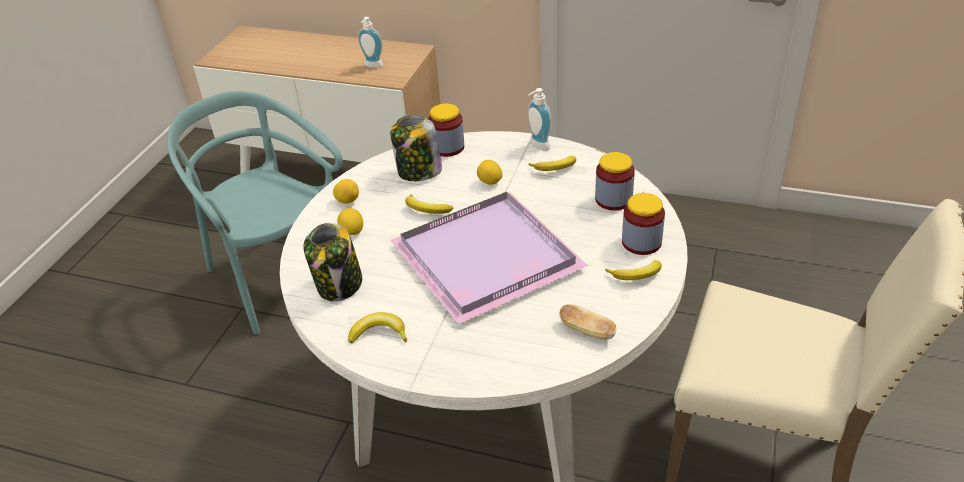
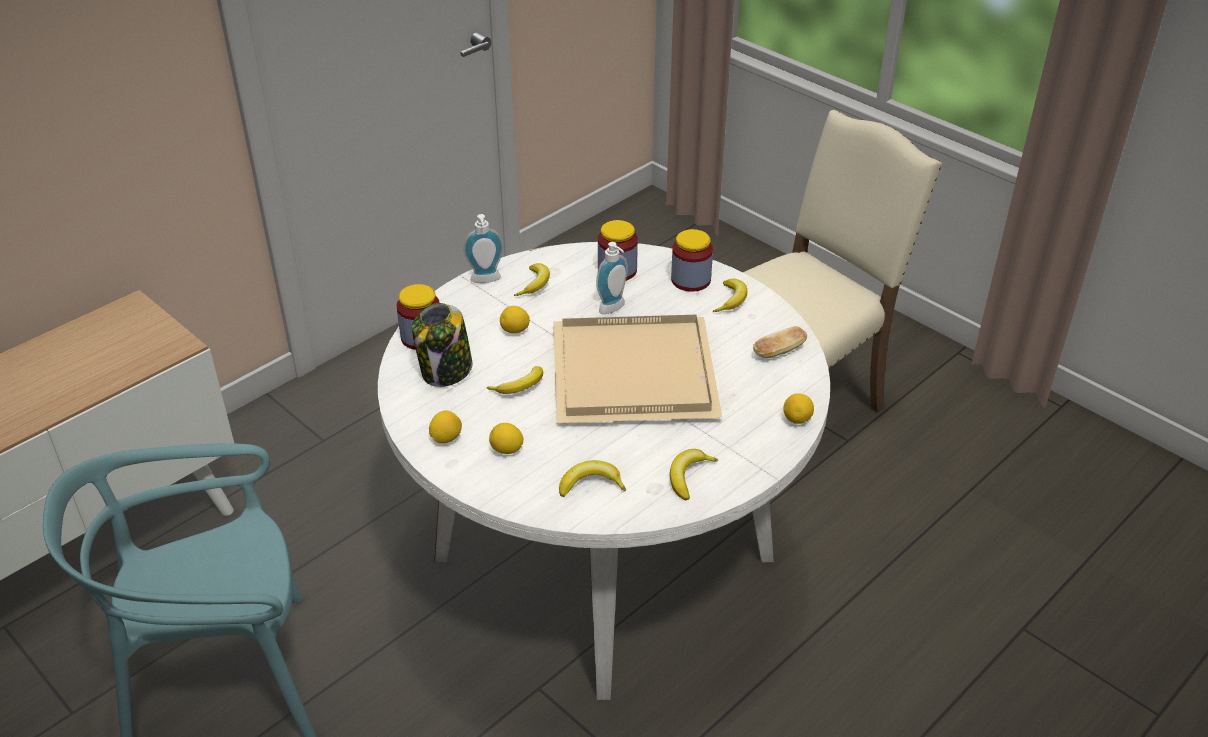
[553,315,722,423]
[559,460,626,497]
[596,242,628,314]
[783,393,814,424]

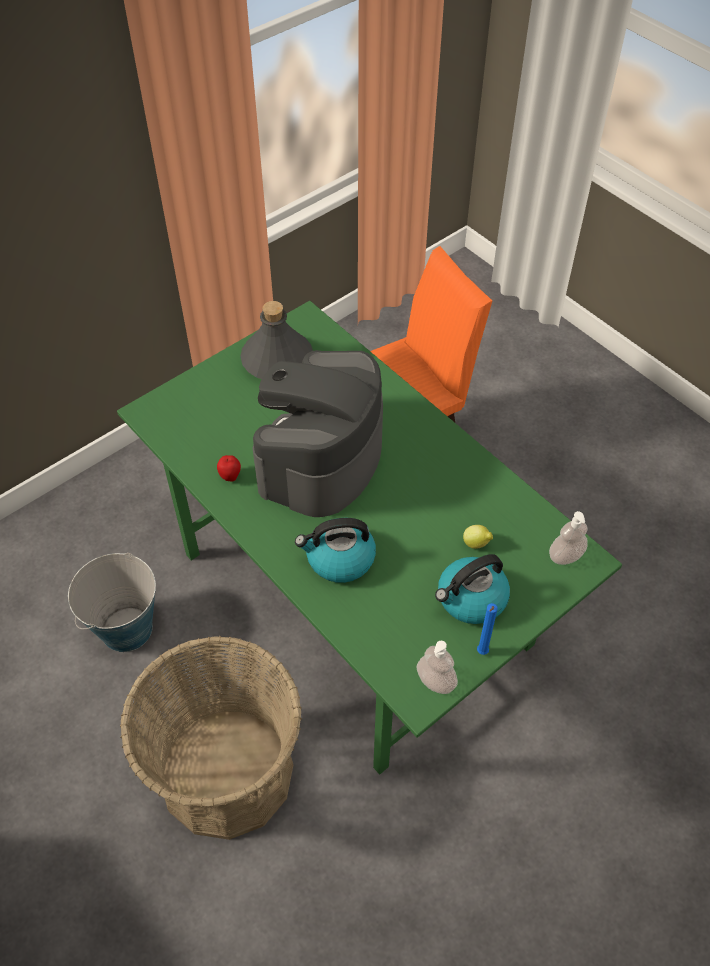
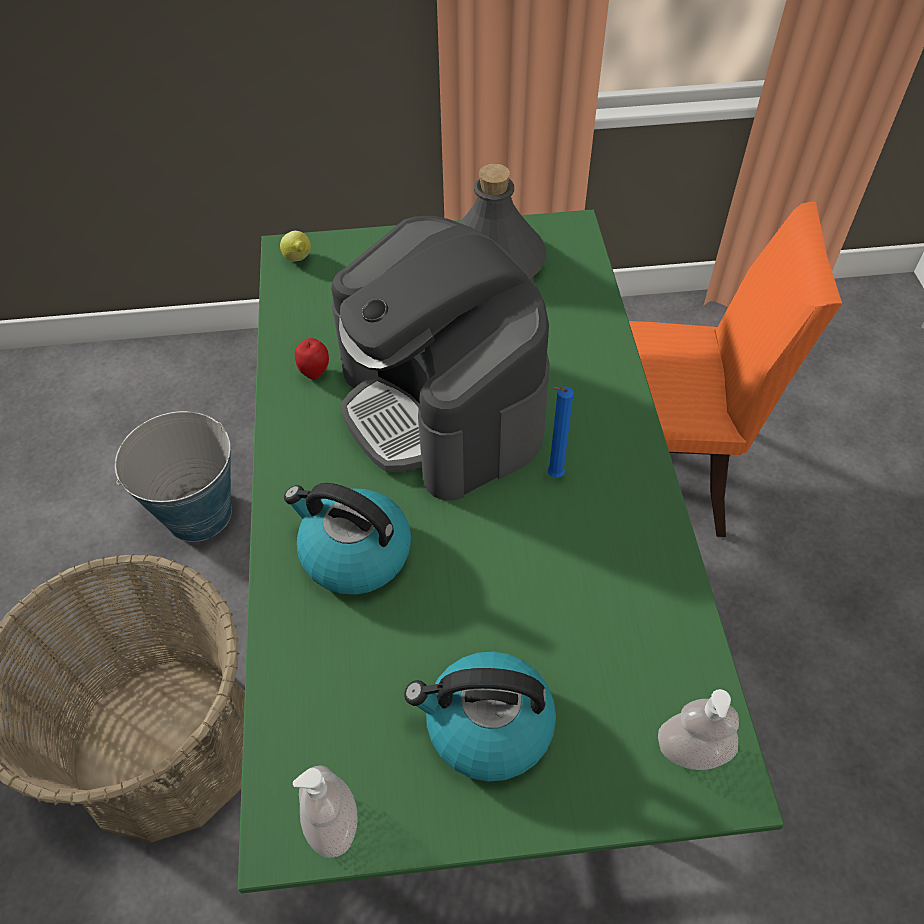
[280,231,311,262]
[331,216,550,501]
[547,386,574,478]

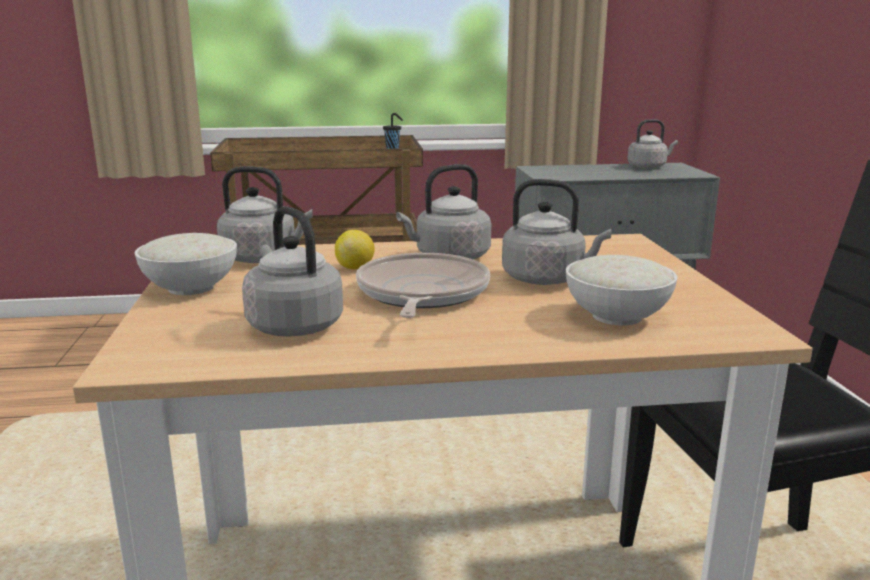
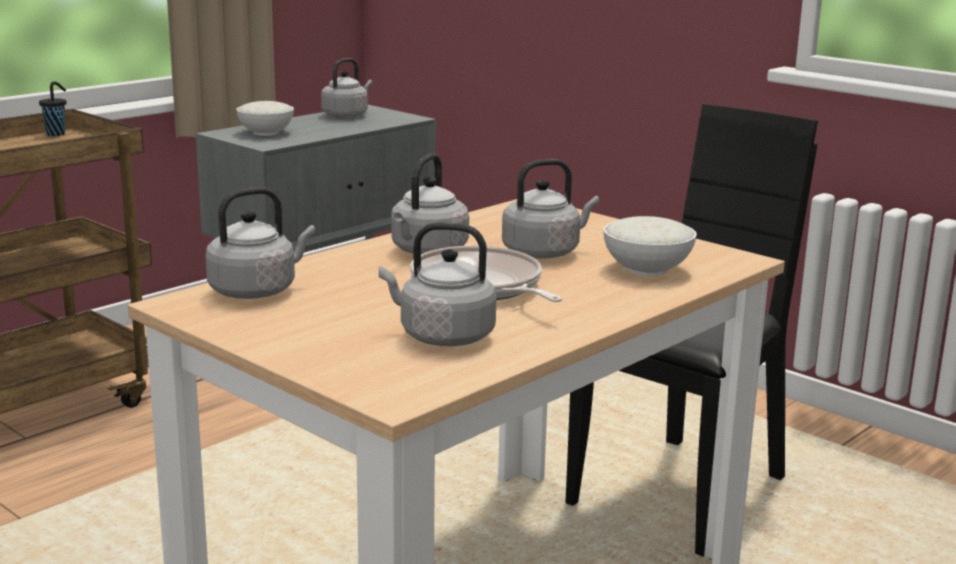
[236,101,294,136]
[335,230,375,269] (first image)

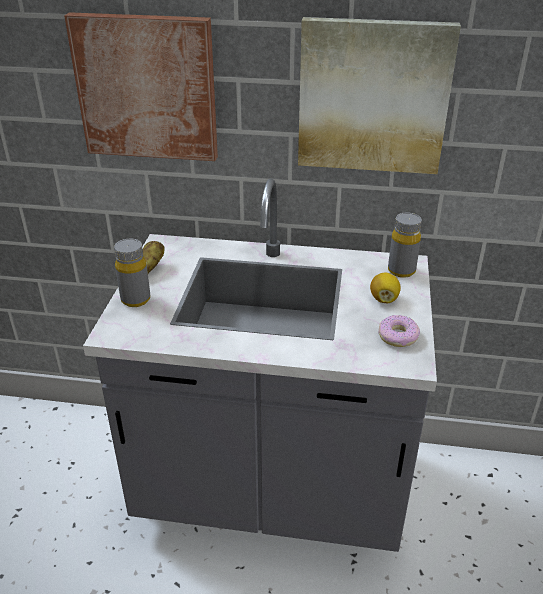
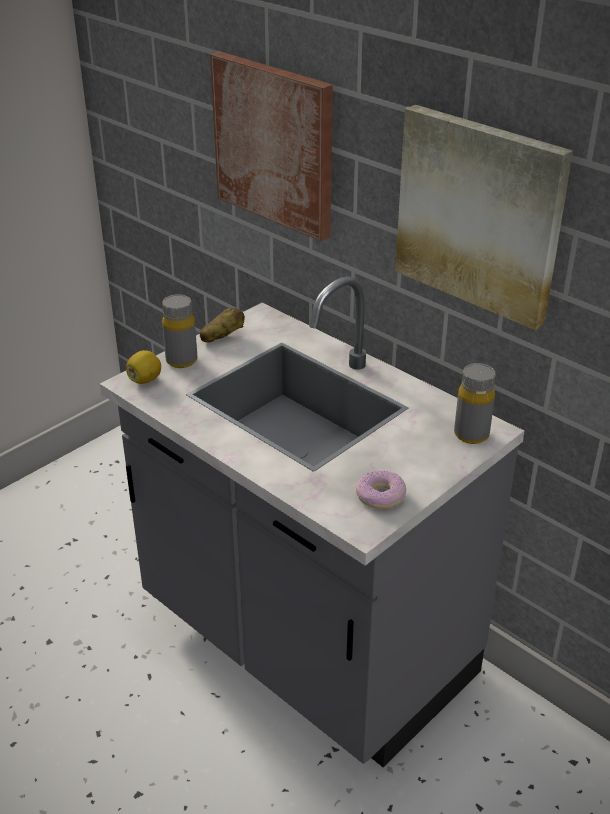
[126,350,161,384]

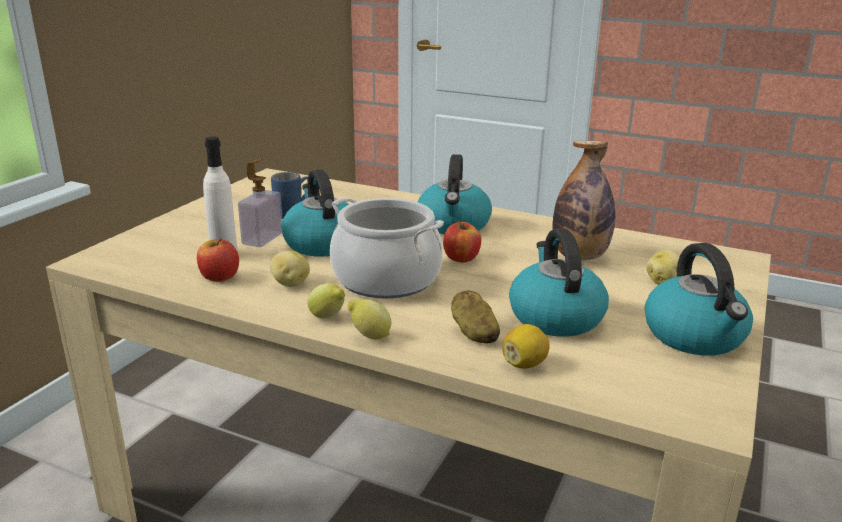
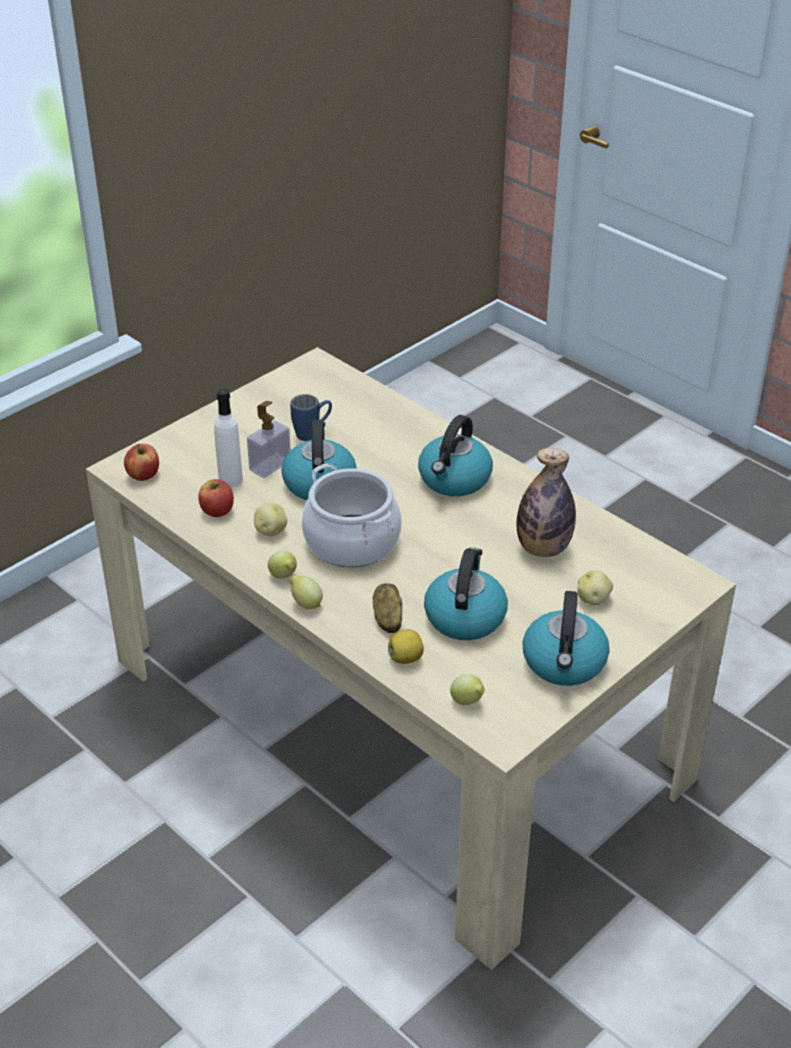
[124,444,159,481]
[450,674,485,705]

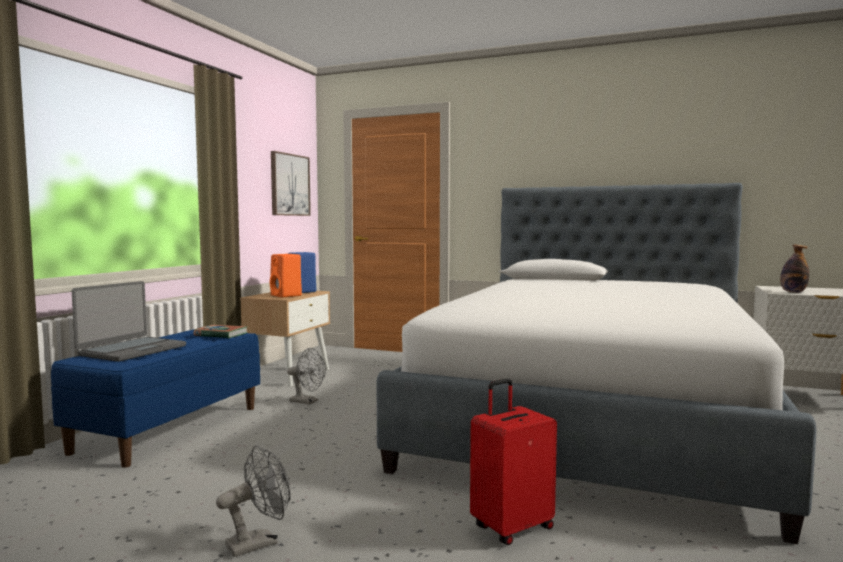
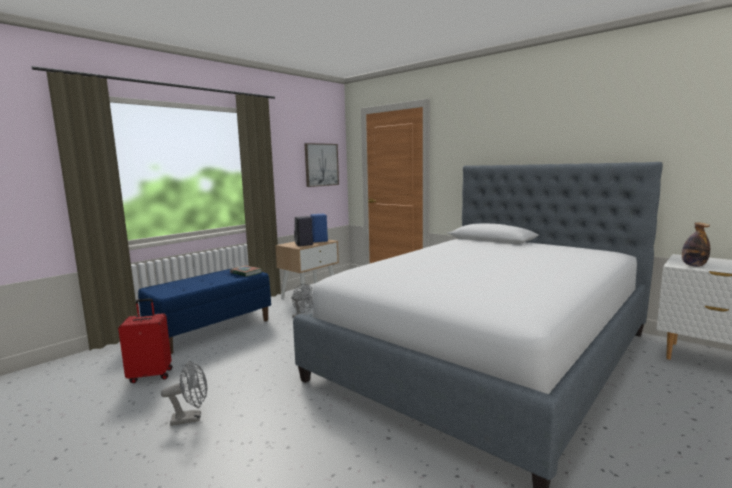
[118,298,172,383]
[294,216,313,246]
[72,281,186,362] (first image)

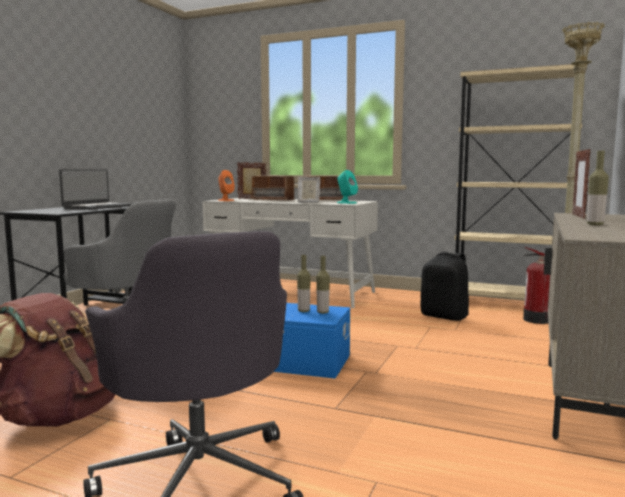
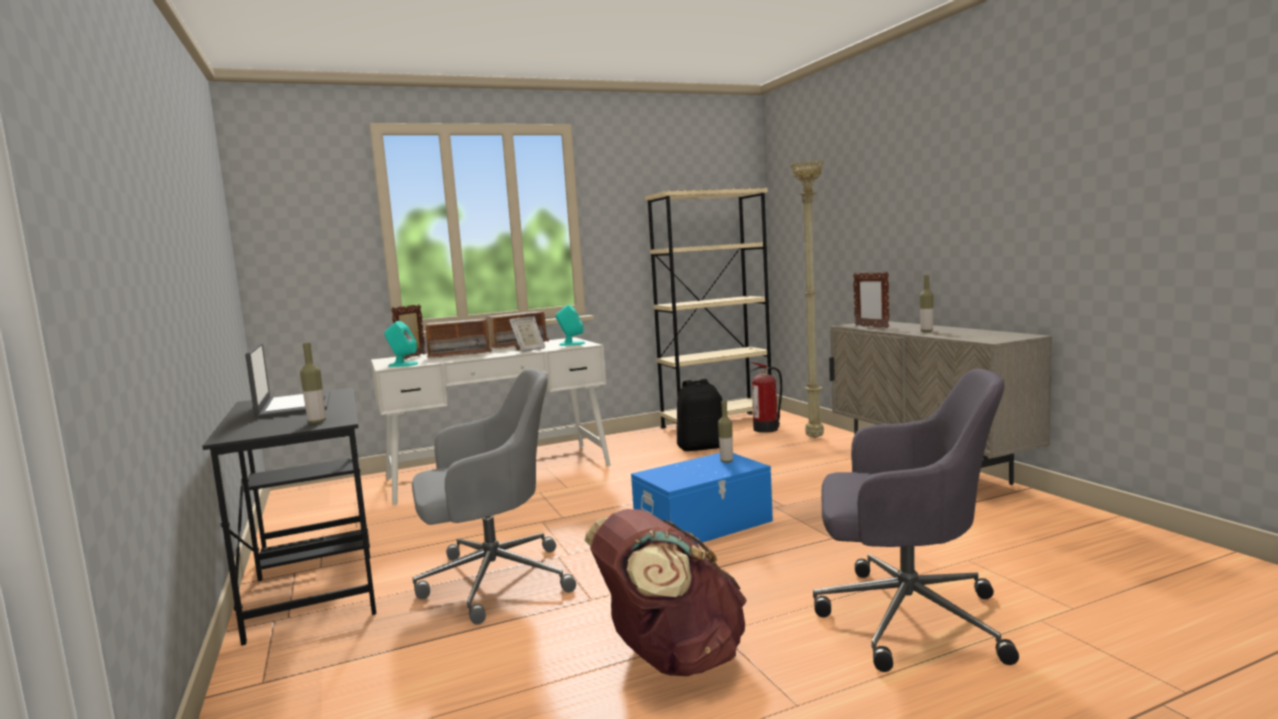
[300,343,326,424]
[384,321,418,367]

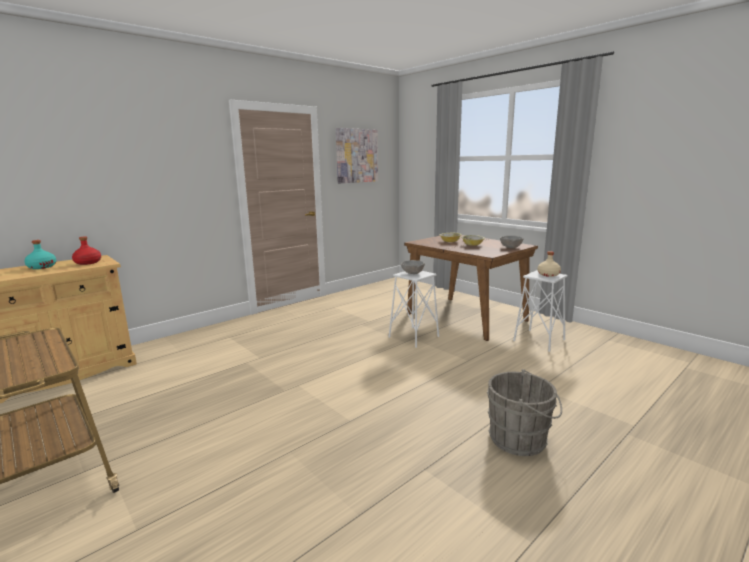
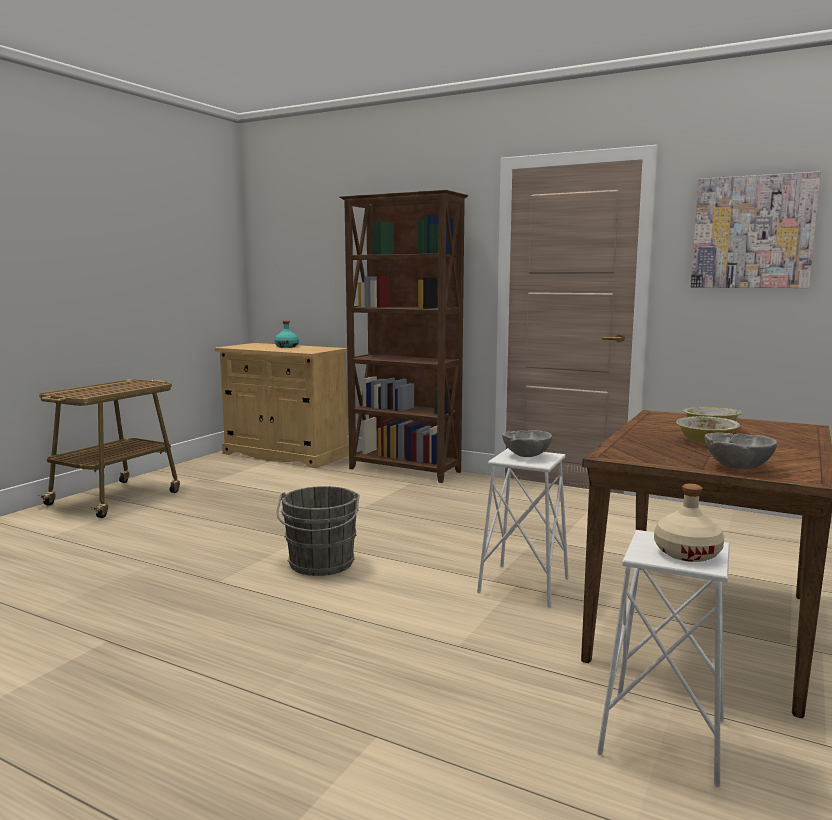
[276,486,359,576]
[339,190,468,483]
[72,236,101,265] (first image)

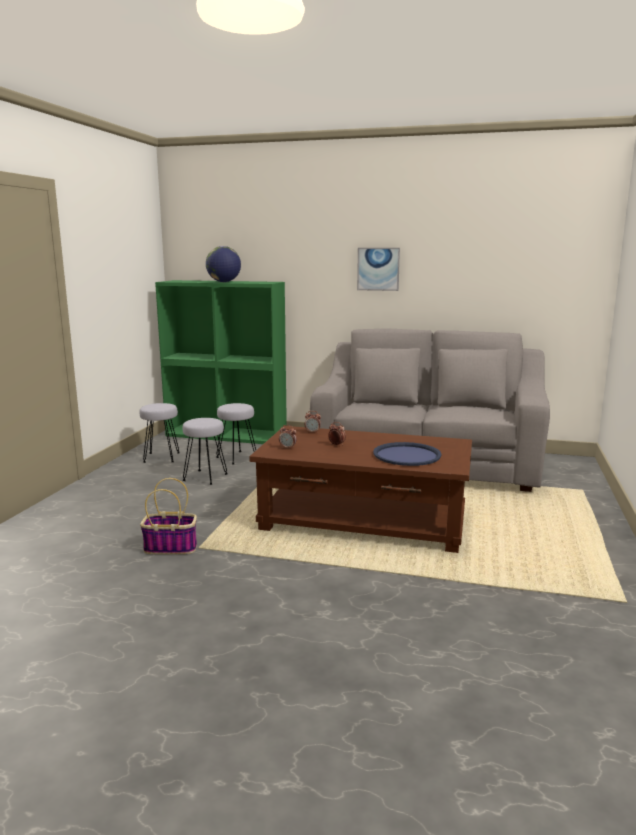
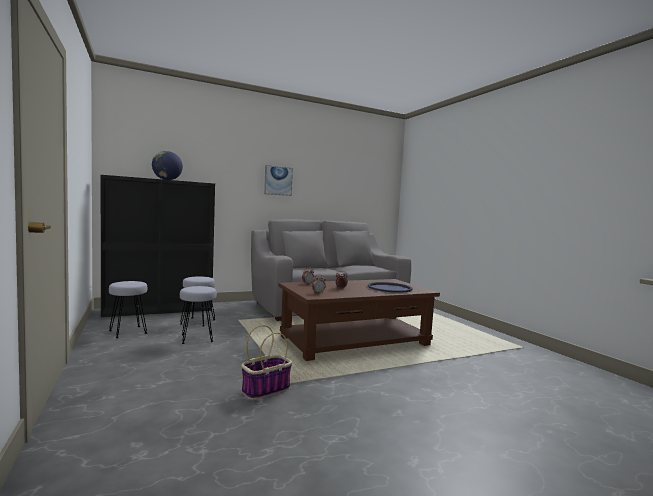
[101,175,215,317]

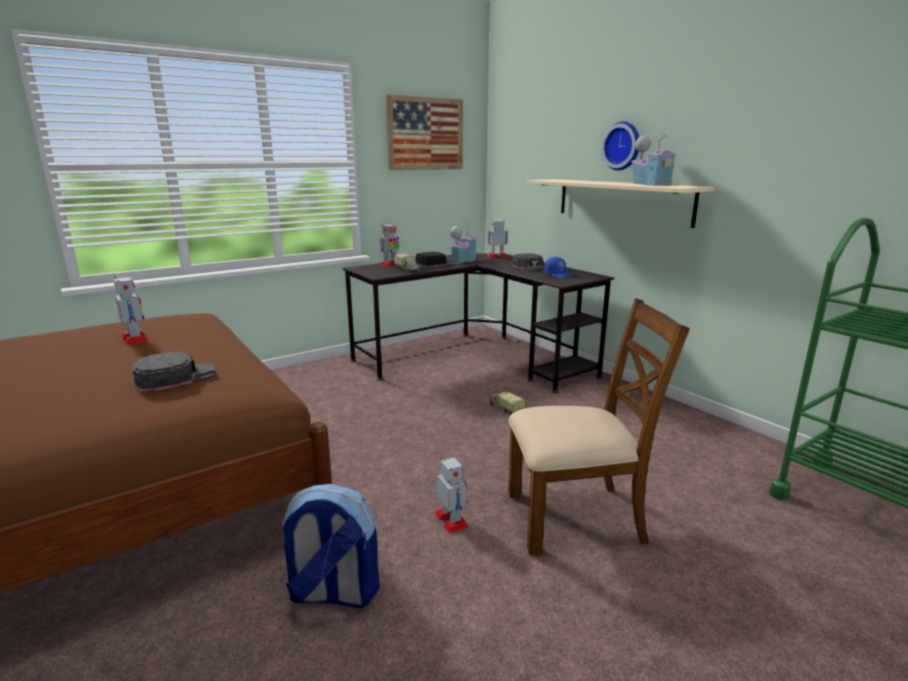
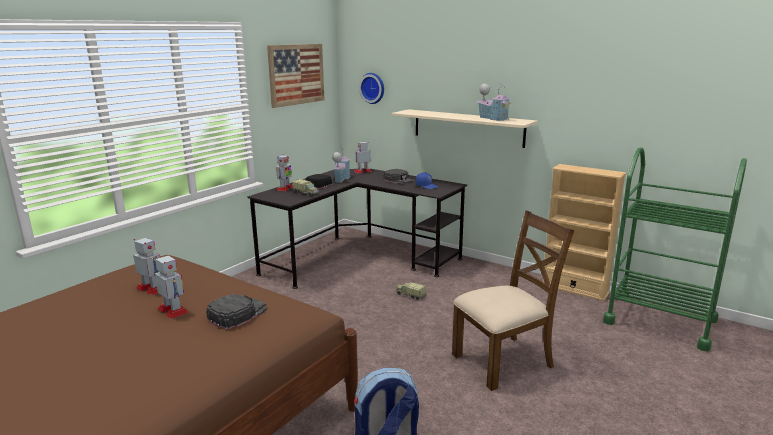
[155,255,189,319]
[359,73,384,104]
[543,164,627,301]

